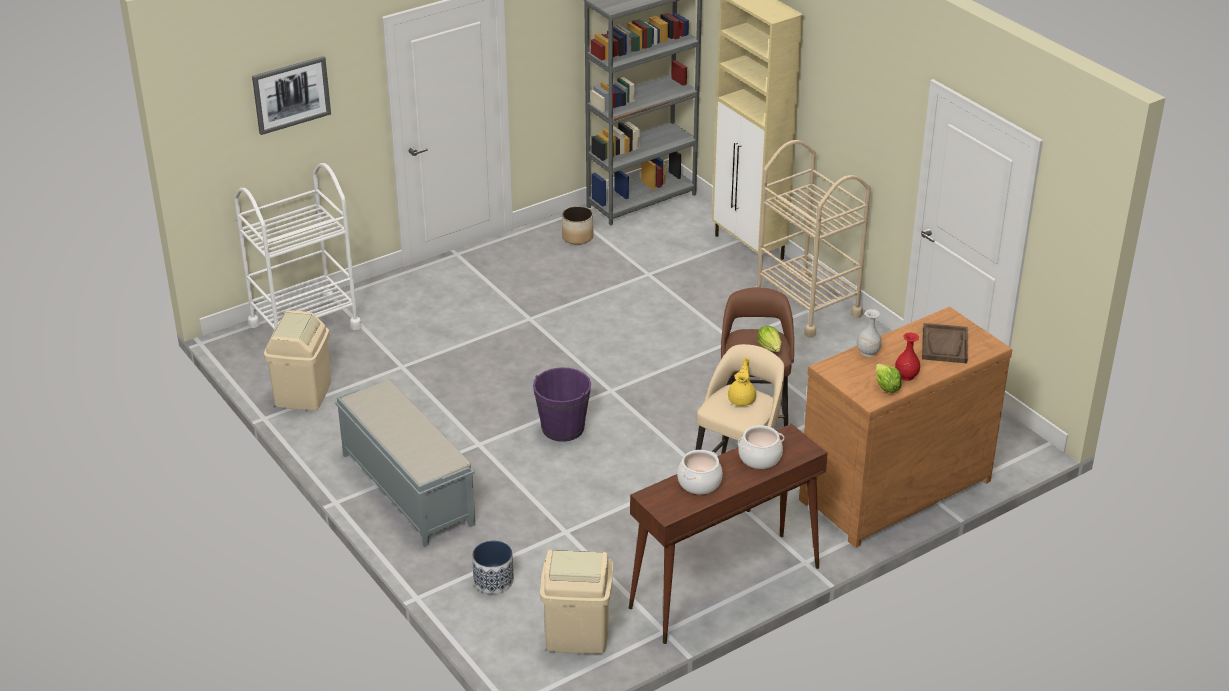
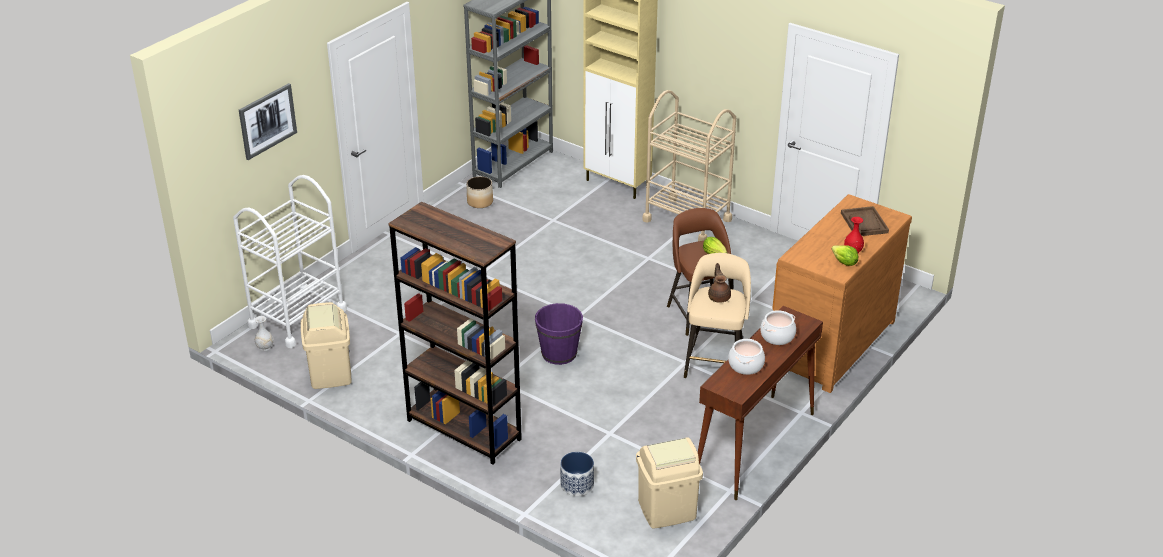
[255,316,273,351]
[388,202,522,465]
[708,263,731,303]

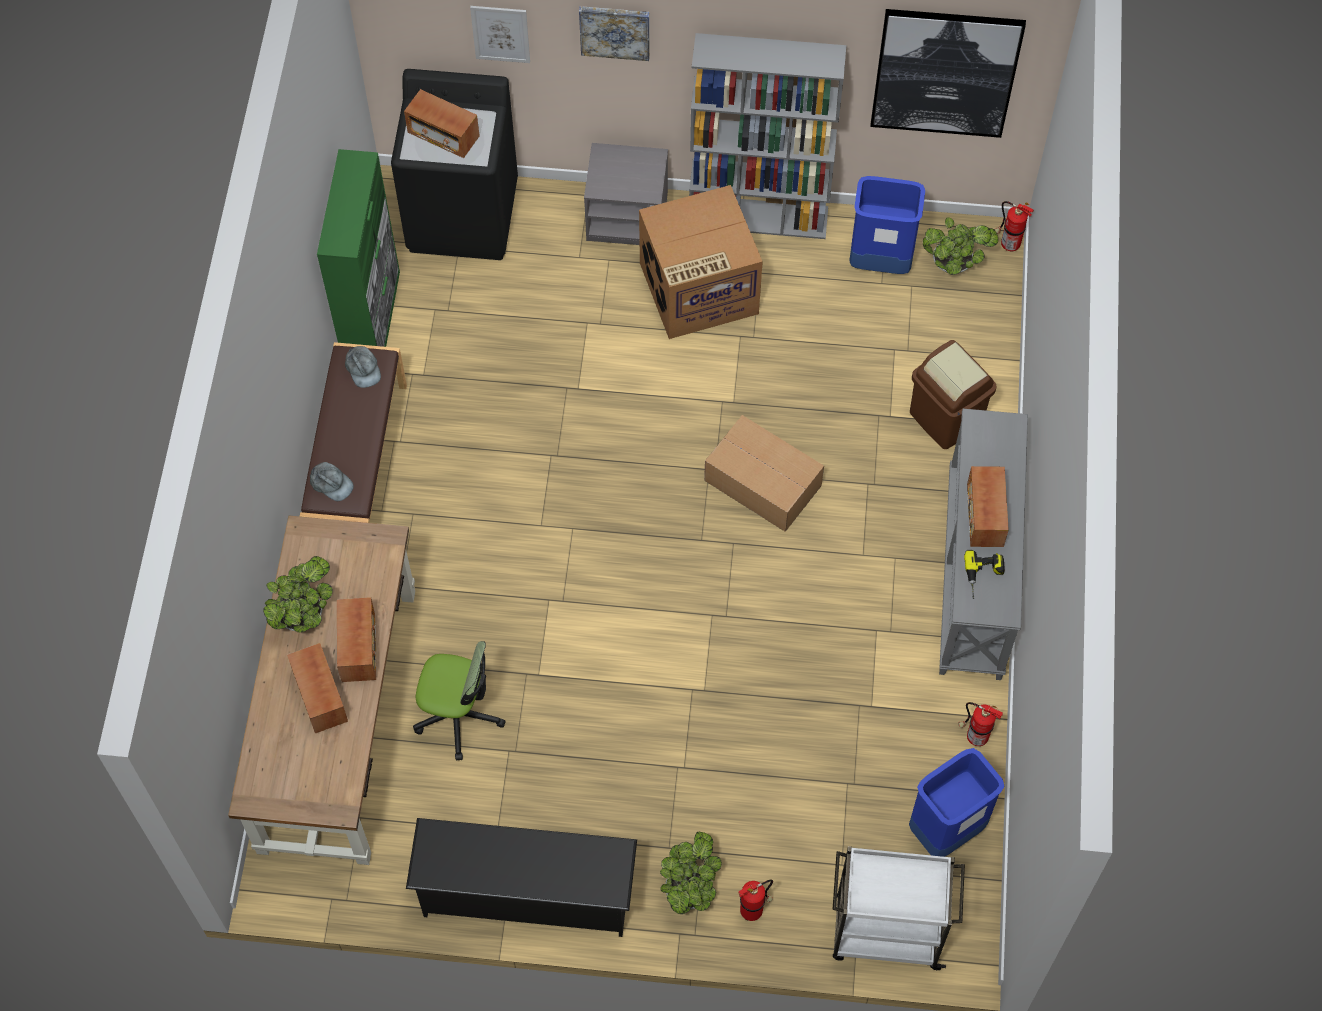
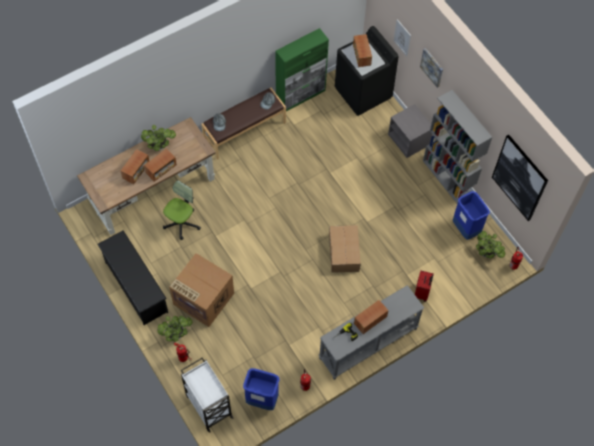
[163,181,201,240]
[169,253,234,327]
[415,271,434,302]

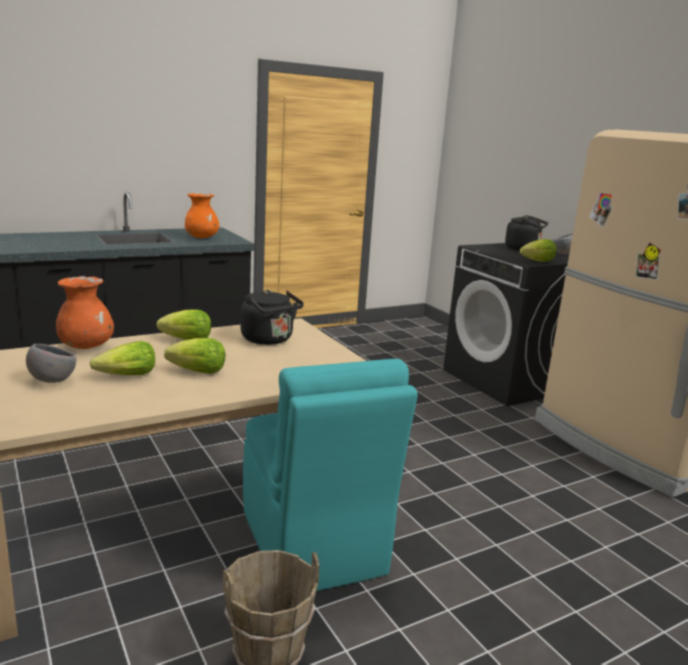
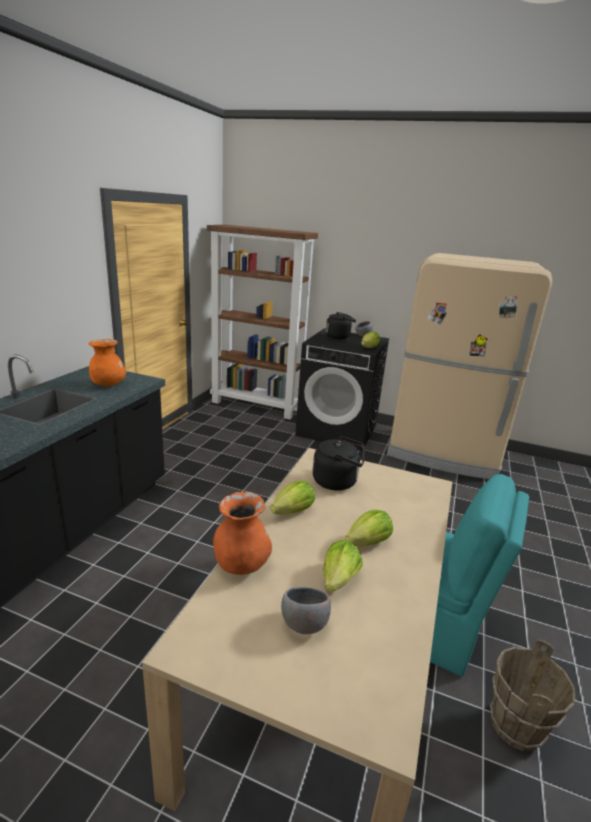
[207,225,318,420]

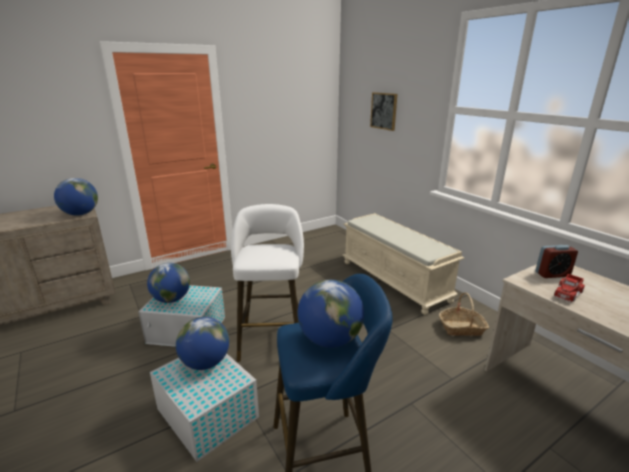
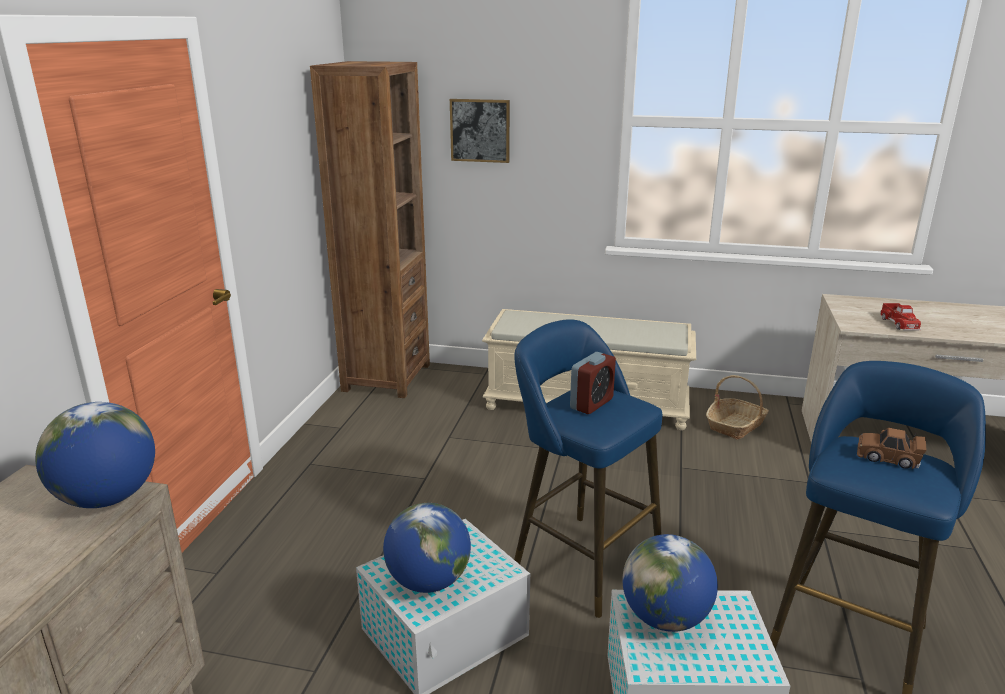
[310,61,430,398]
[514,319,662,618]
[570,352,616,414]
[857,428,927,469]

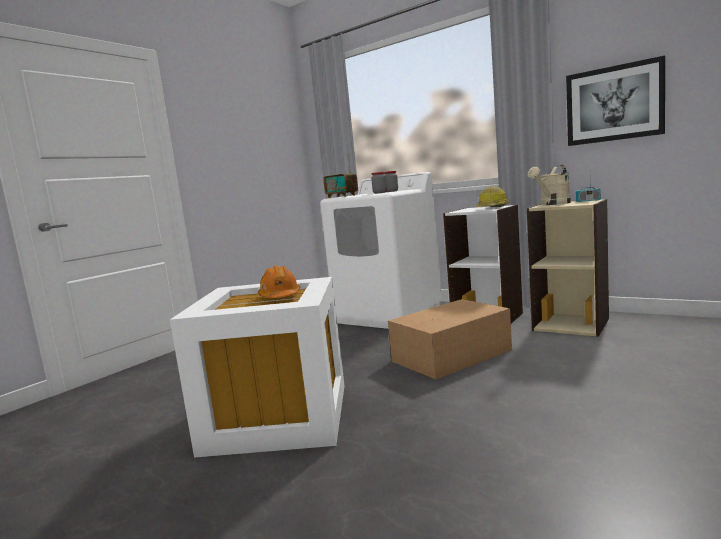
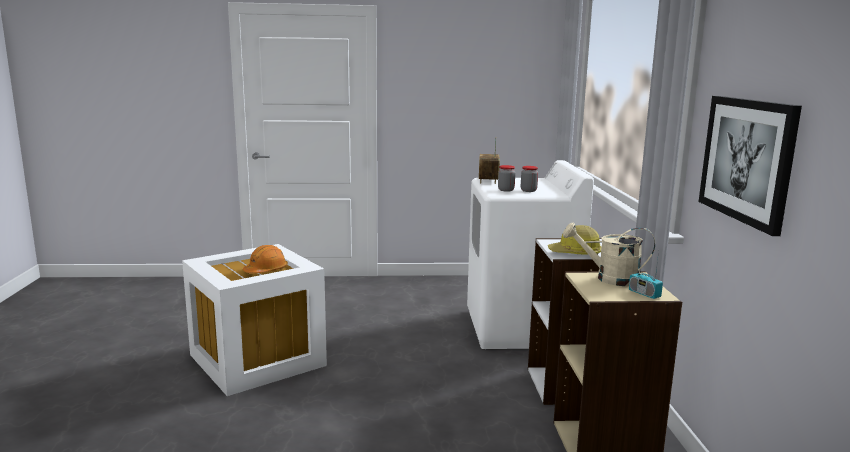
[388,299,512,380] (first image)

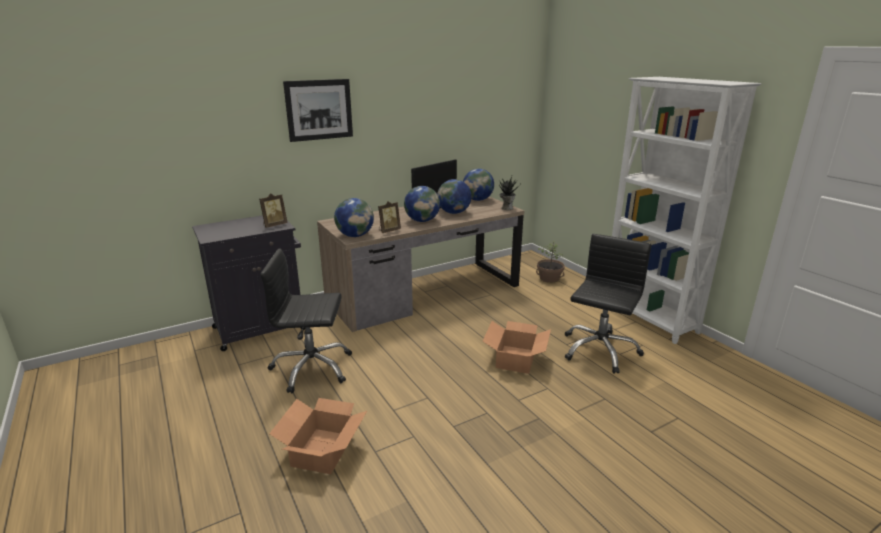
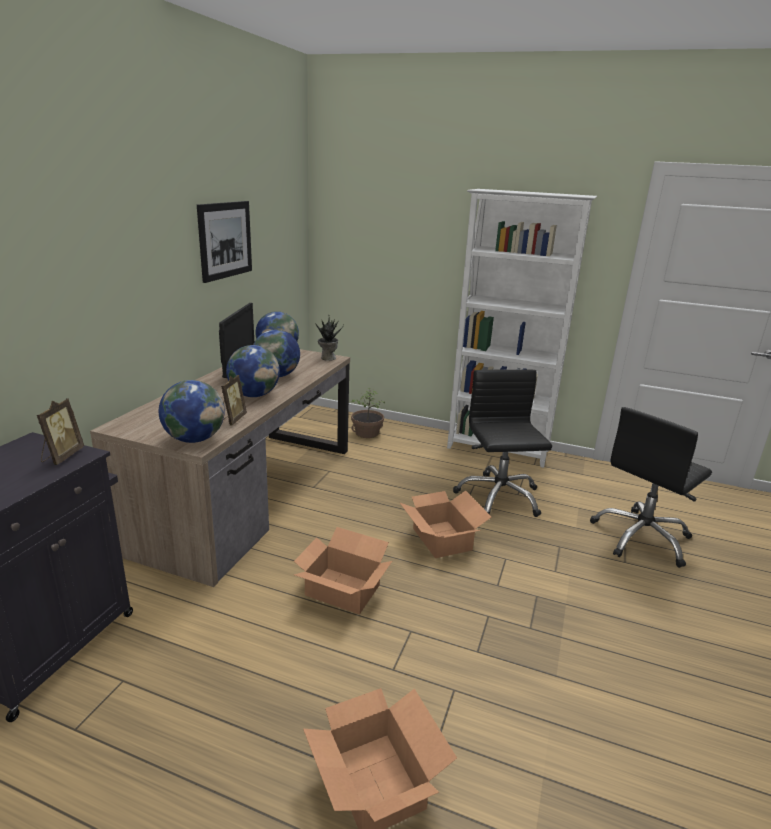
[197,201,252,283]
[294,527,392,614]
[590,407,712,568]

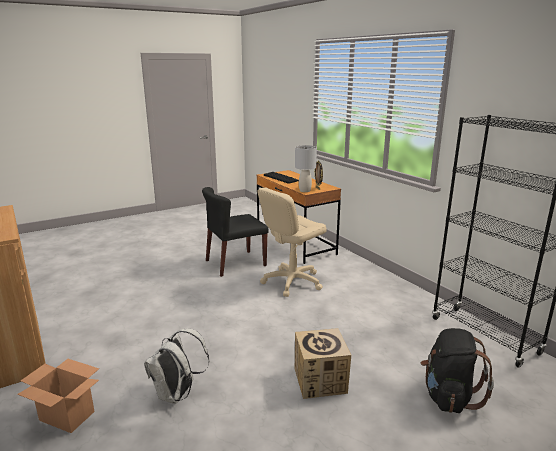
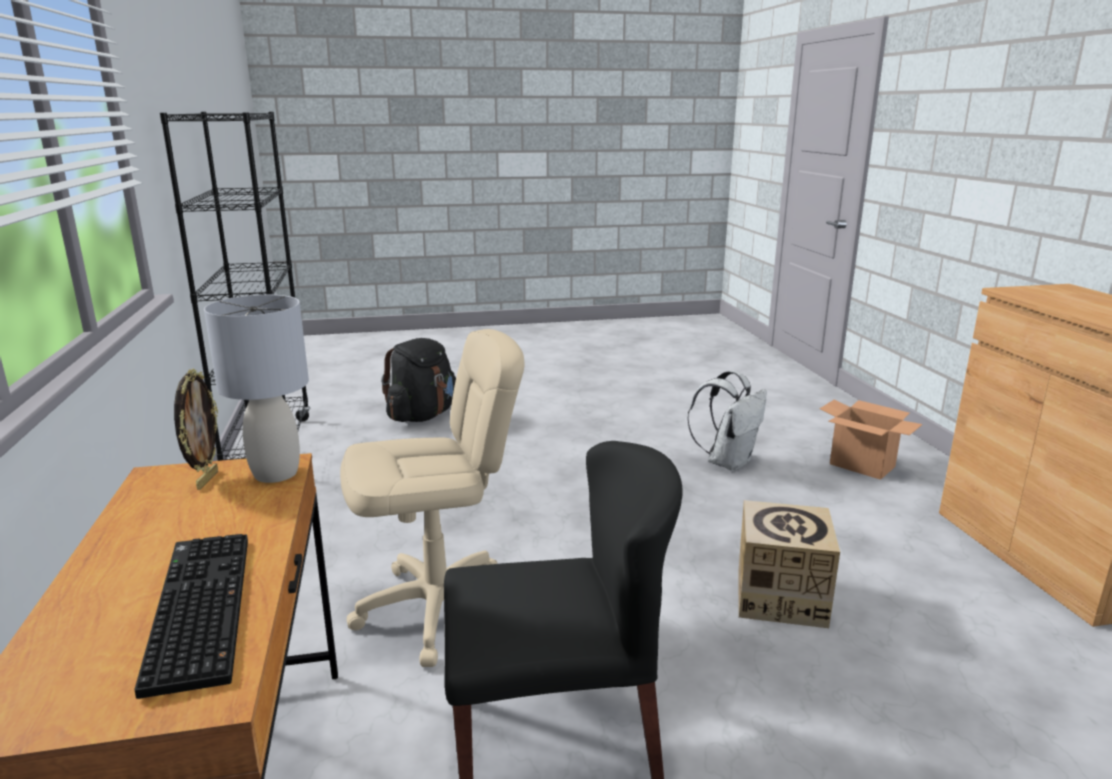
[739,500,840,628]

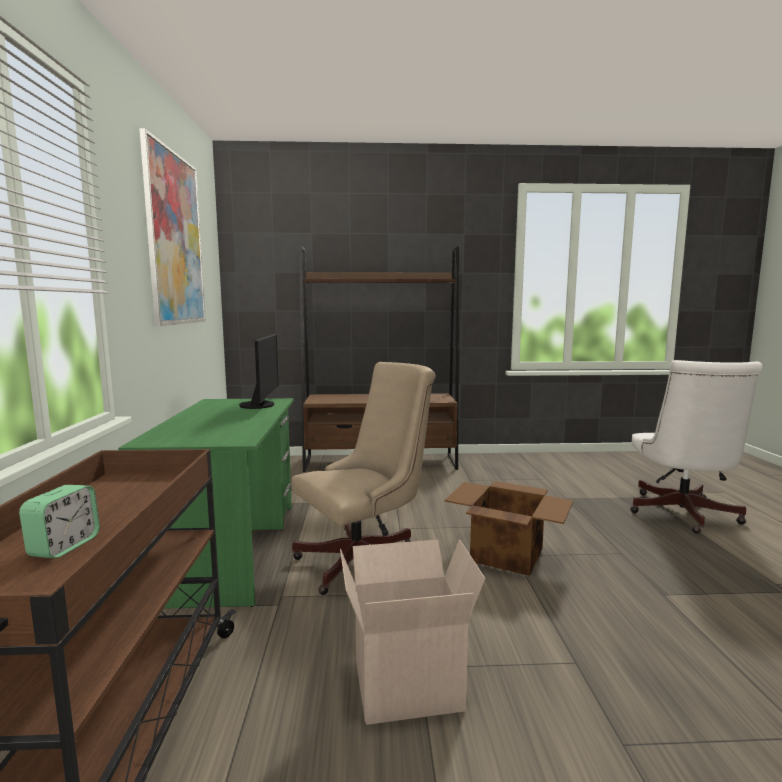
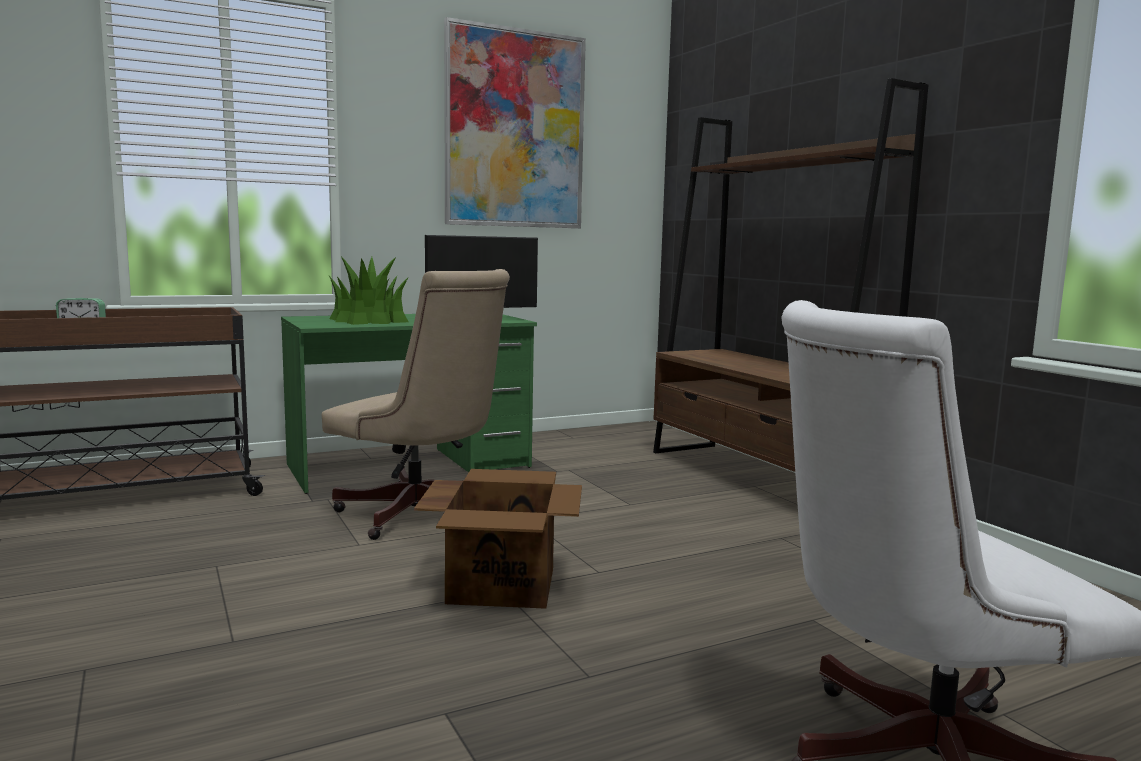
[329,256,408,325]
[340,539,485,725] (first image)

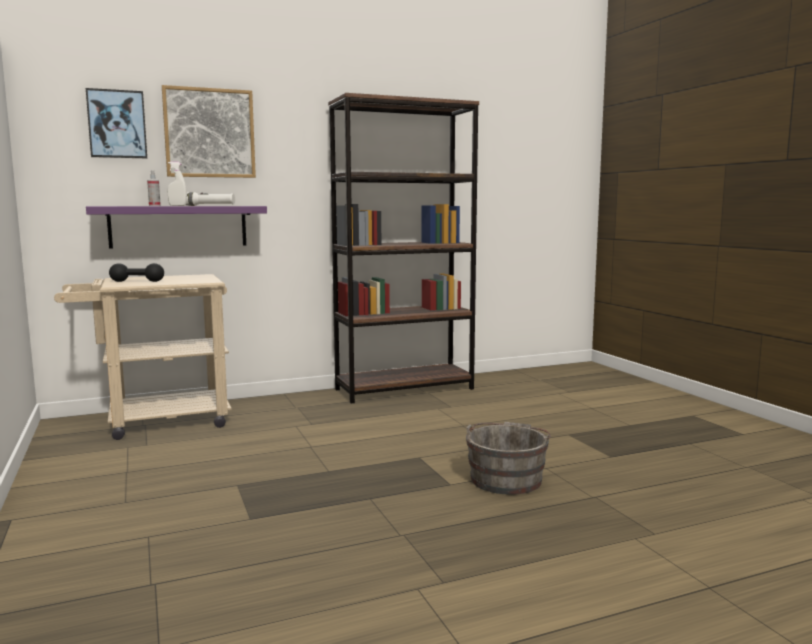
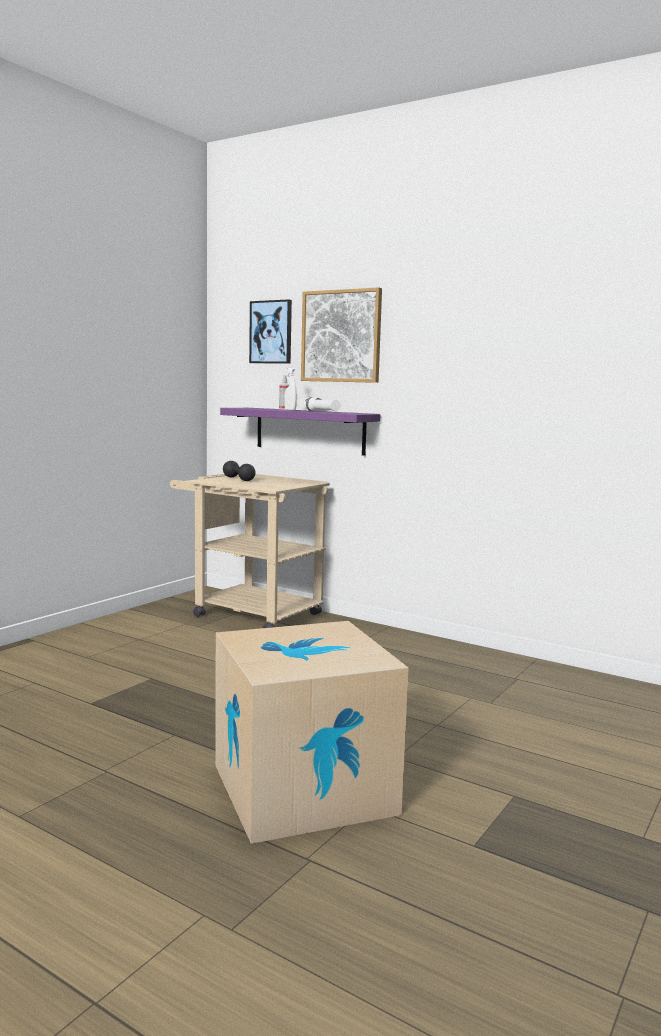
[215,621,408,844]
[328,93,479,404] (first image)

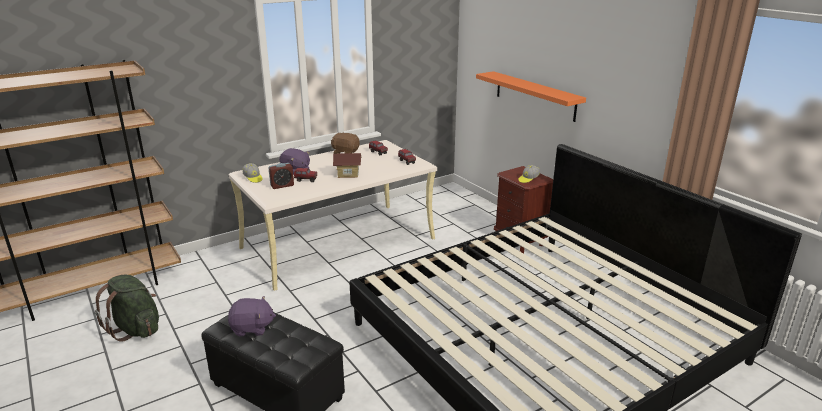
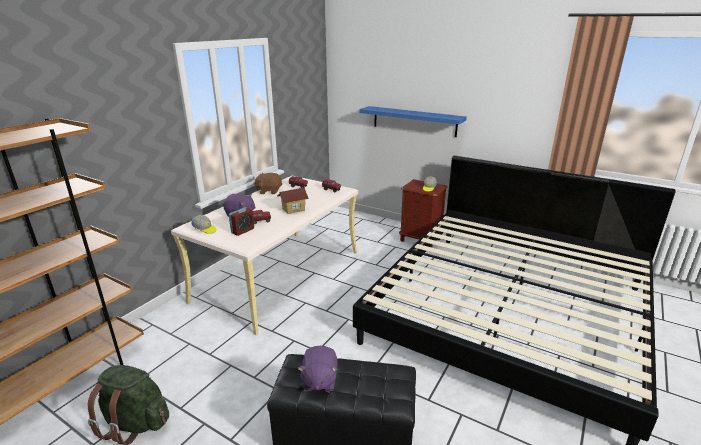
[298,346,338,391]
[359,106,467,137]

